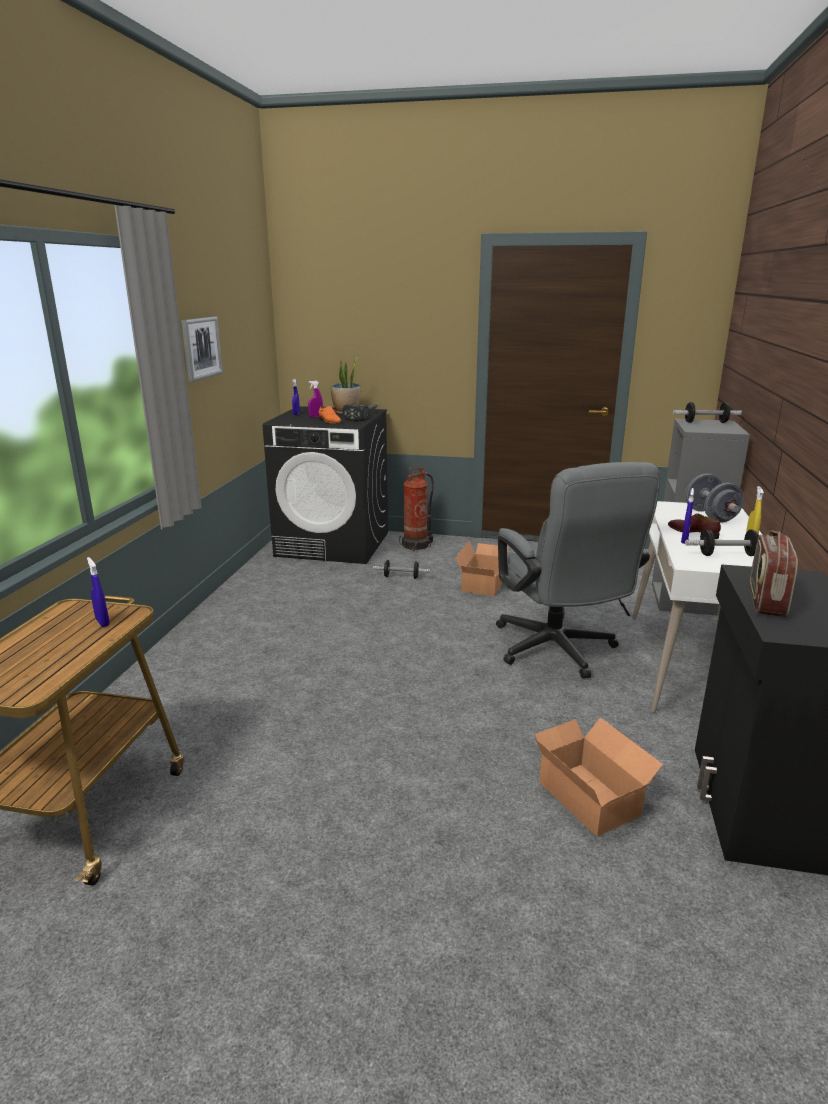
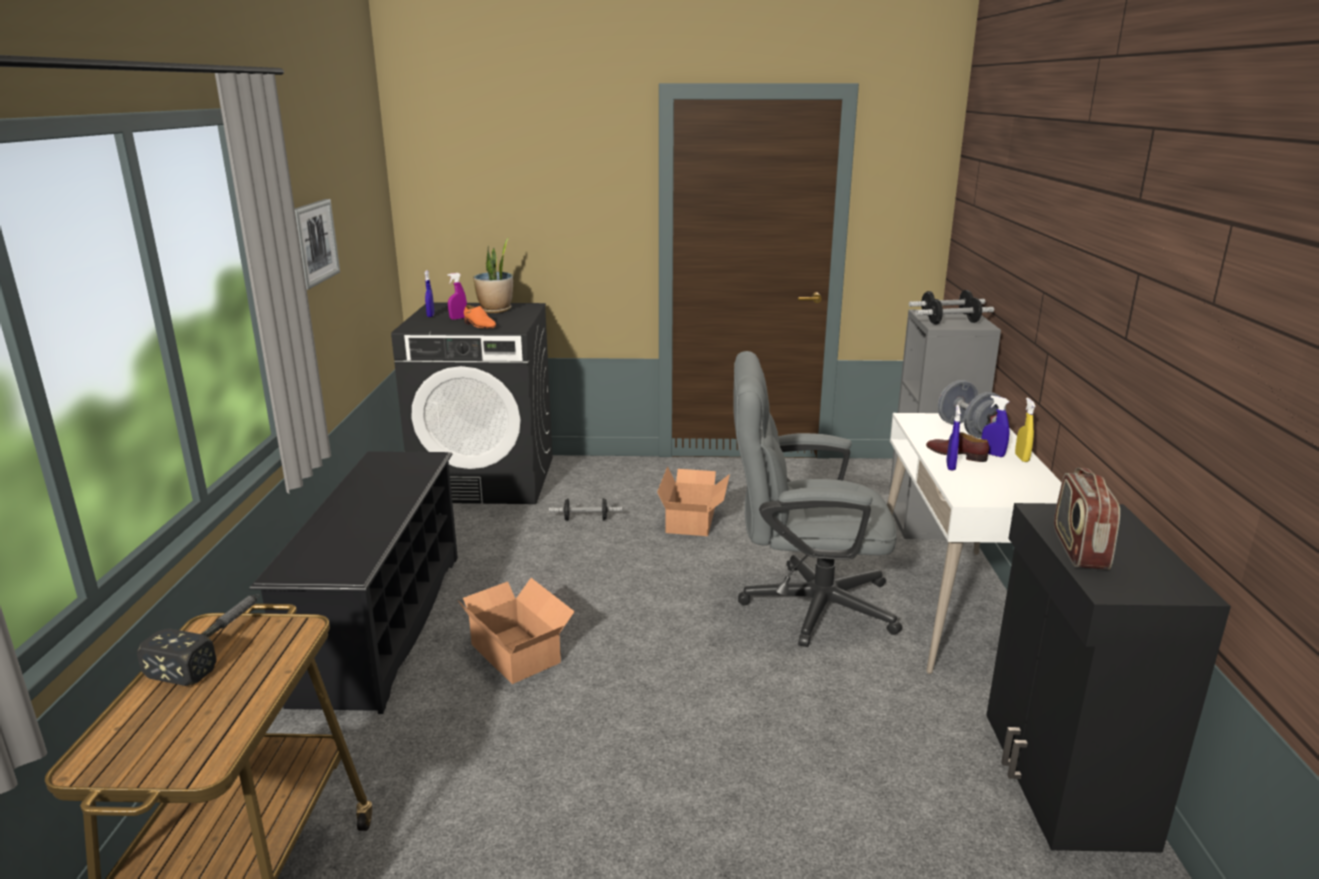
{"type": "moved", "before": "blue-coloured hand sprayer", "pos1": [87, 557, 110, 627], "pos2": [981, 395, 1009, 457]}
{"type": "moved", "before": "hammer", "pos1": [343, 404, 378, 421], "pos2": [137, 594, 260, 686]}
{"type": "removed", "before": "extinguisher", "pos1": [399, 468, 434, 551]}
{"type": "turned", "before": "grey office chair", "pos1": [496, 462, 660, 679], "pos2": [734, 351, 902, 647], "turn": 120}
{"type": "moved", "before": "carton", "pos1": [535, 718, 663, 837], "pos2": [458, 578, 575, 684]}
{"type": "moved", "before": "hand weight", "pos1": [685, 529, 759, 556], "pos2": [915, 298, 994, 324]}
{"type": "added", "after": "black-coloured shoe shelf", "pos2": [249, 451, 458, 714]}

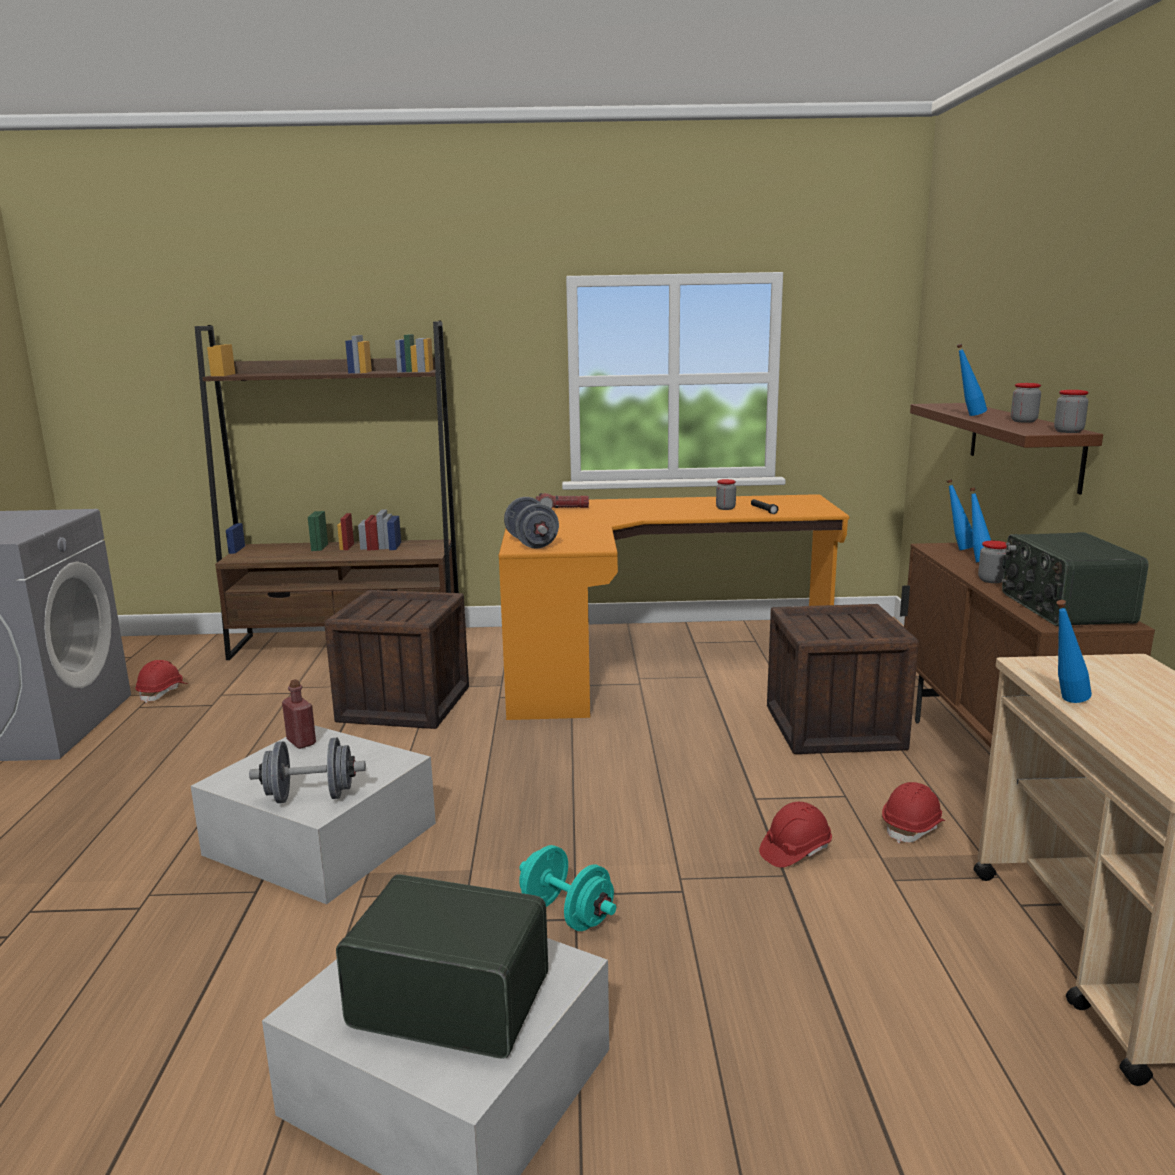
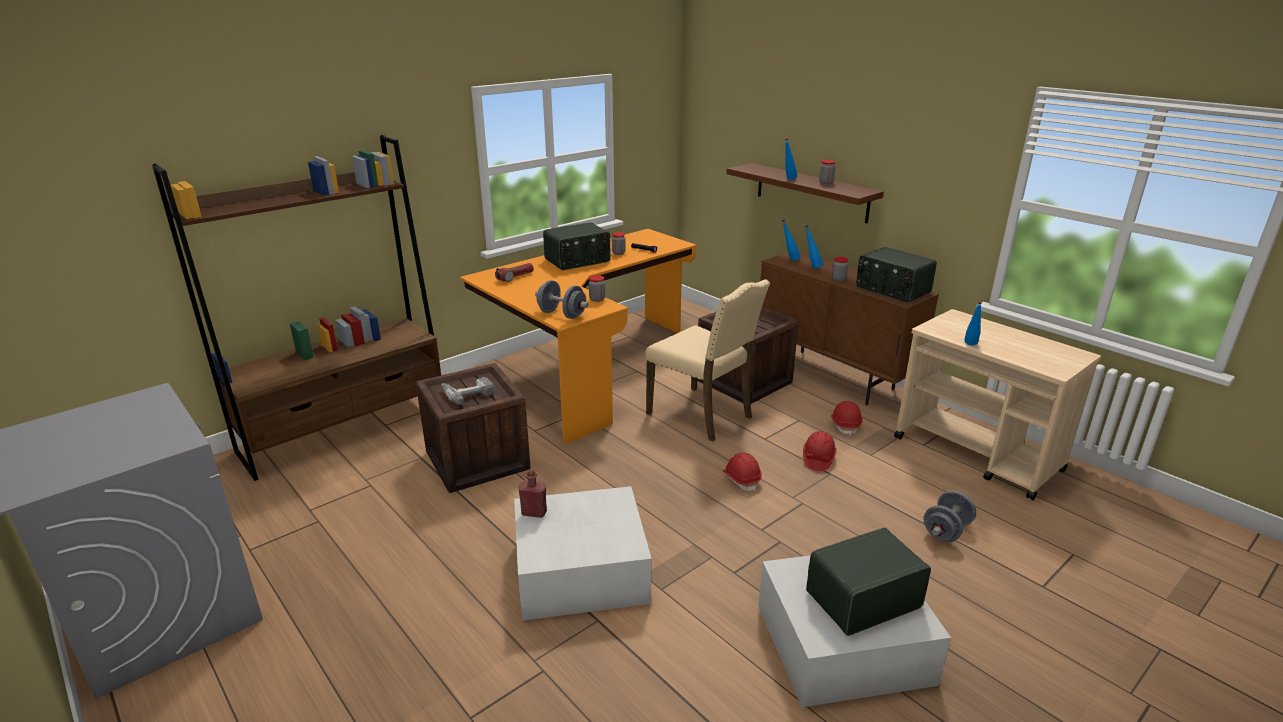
{"type": "moved", "before": "red-coloured hard hat", "pos1": [136, 660, 187, 703], "pos2": [723, 453, 762, 492]}
{"type": "moved", "before": "grey hand weight", "pos1": [249, 737, 366, 803], "pos2": [923, 490, 977, 542]}
{"type": "removed", "before": "turquoise-coloured hand weight", "pos1": [519, 845, 616, 931]}
{"type": "moved", "before": "preserve jar", "pos1": [1054, 390, 1089, 433], "pos2": [589, 275, 605, 302]}
{"type": "added", "after": "drill", "pos2": [441, 377, 494, 405]}
{"type": "added", "after": "radio set", "pos2": [543, 222, 611, 270]}
{"type": "added", "after": "beige-coloured chair", "pos2": [645, 279, 770, 442]}

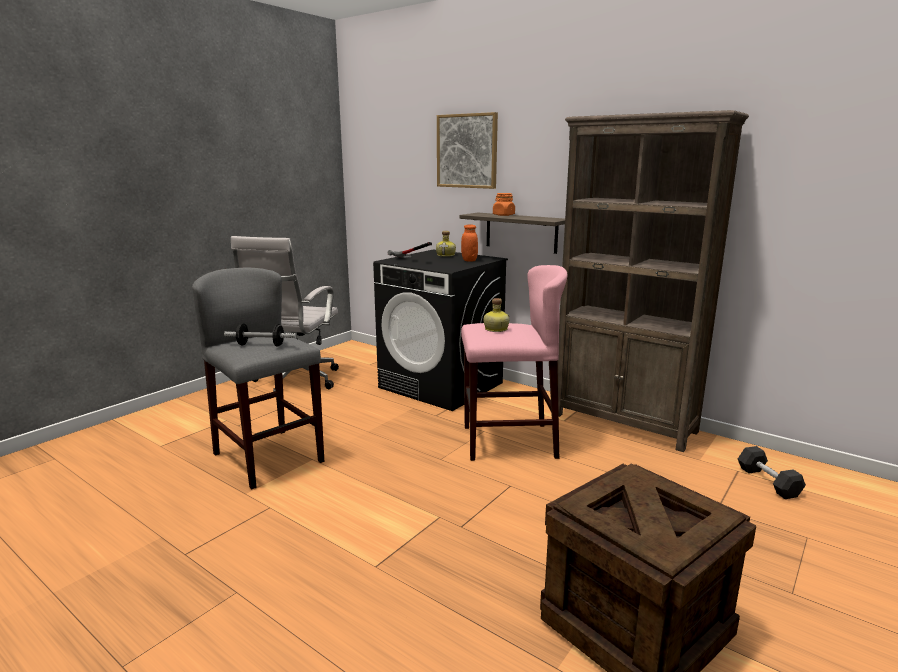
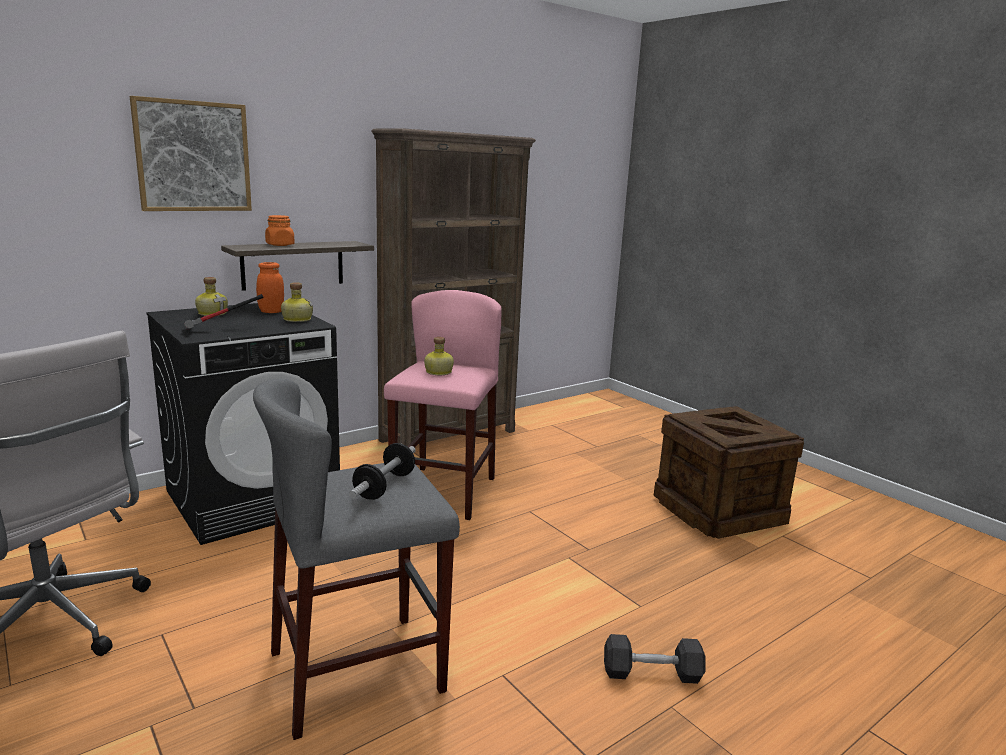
{"type": "moved", "before": "grey hand weight", "pos1": [738, 446, 806, 499], "pos2": [604, 634, 706, 684]}
{"type": "added", "after": "drink bottle", "pos2": [281, 282, 313, 322]}

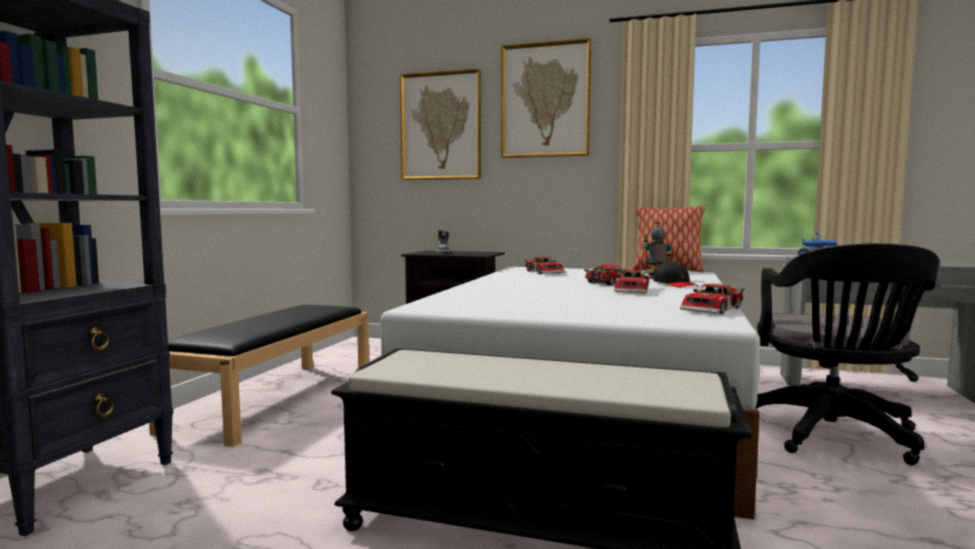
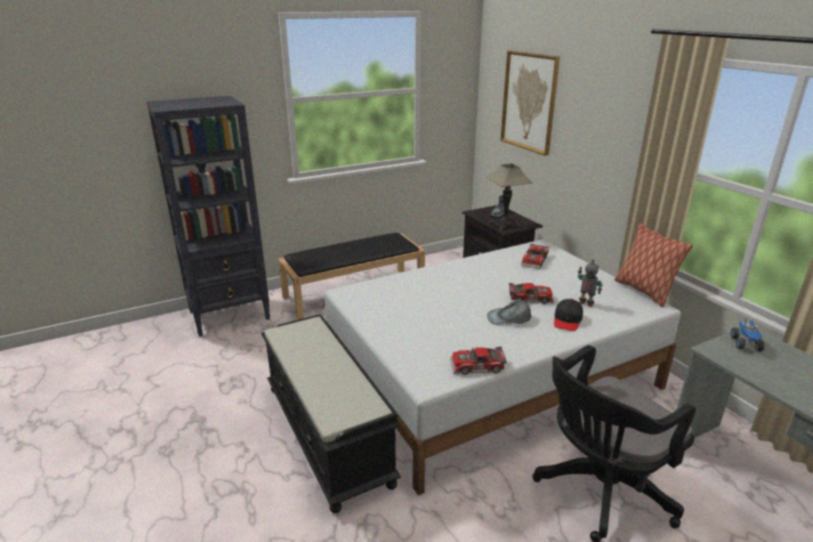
{"type": "removed", "before": "wall picture", "pos1": [501, 38, 591, 158]}
{"type": "replaced", "before": "toy car", "after": "grey cap", "pos1": [614, 270, 649, 293], "pos2": [487, 299, 532, 325]}
{"type": "added", "after": "table lamp", "pos2": [486, 164, 532, 230]}

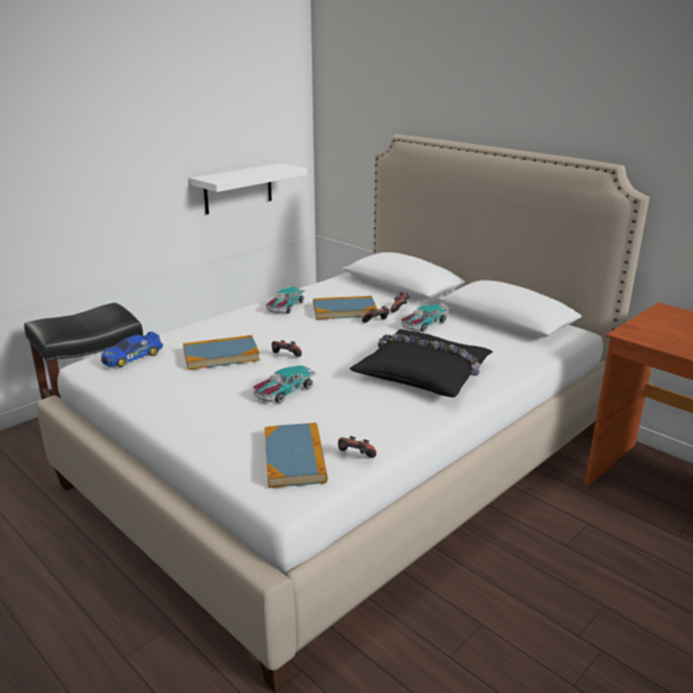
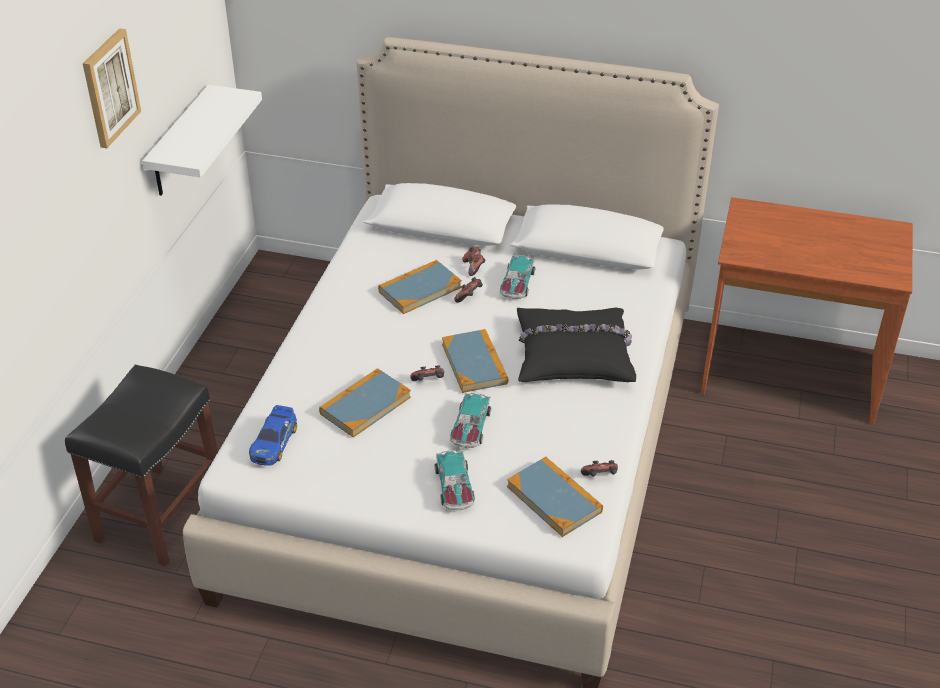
{"type": "moved", "before": "toy car", "pos1": [266, 287, 305, 314], "pos2": [434, 450, 475, 510]}
{"type": "added", "after": "wall picture", "pos2": [83, 28, 141, 148]}
{"type": "added", "after": "volume", "pos2": [442, 329, 508, 393]}

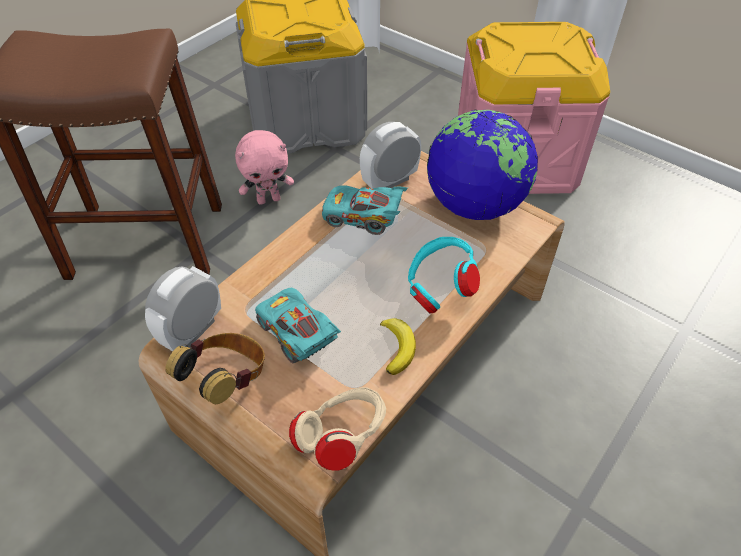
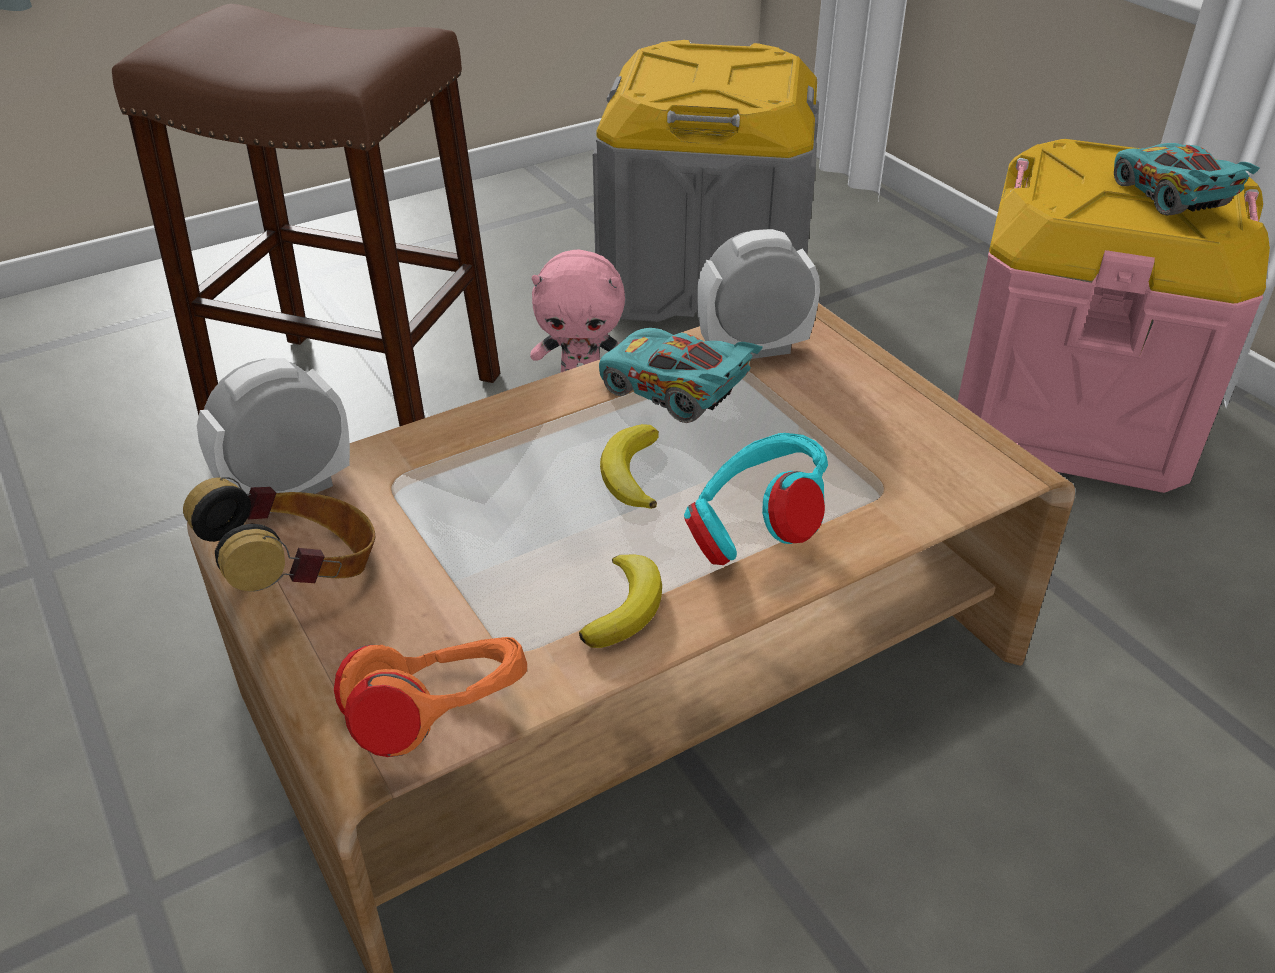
{"type": "moved", "before": "turquoise-coloured toy car", "pos1": [255, 288, 341, 363], "pos2": [1114, 143, 1260, 216]}
{"type": "recoloured", "before": "beige-coloured pair of headphones", "after": "orange-coloured pair of headphones", "pos1": [289, 387, 386, 471], "pos2": [334, 637, 527, 757]}
{"type": "removed", "before": "desk globe", "pos1": [427, 110, 538, 220]}
{"type": "added", "after": "banana fruit", "pos2": [600, 424, 659, 509]}

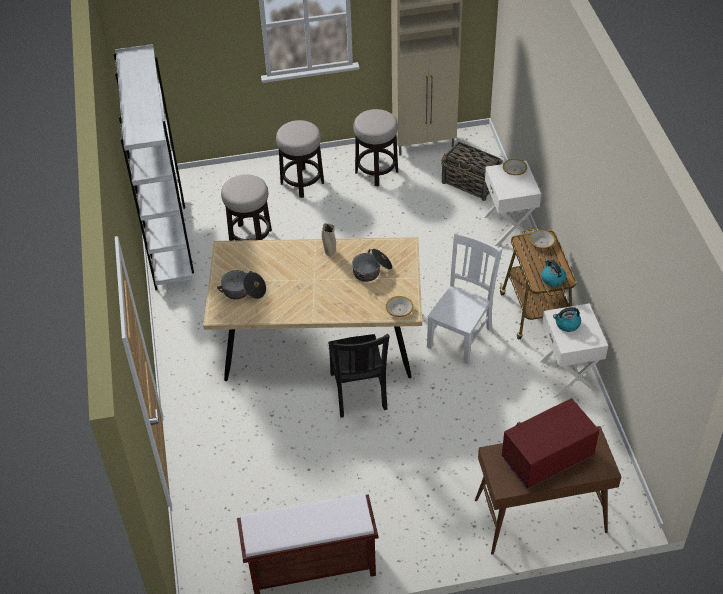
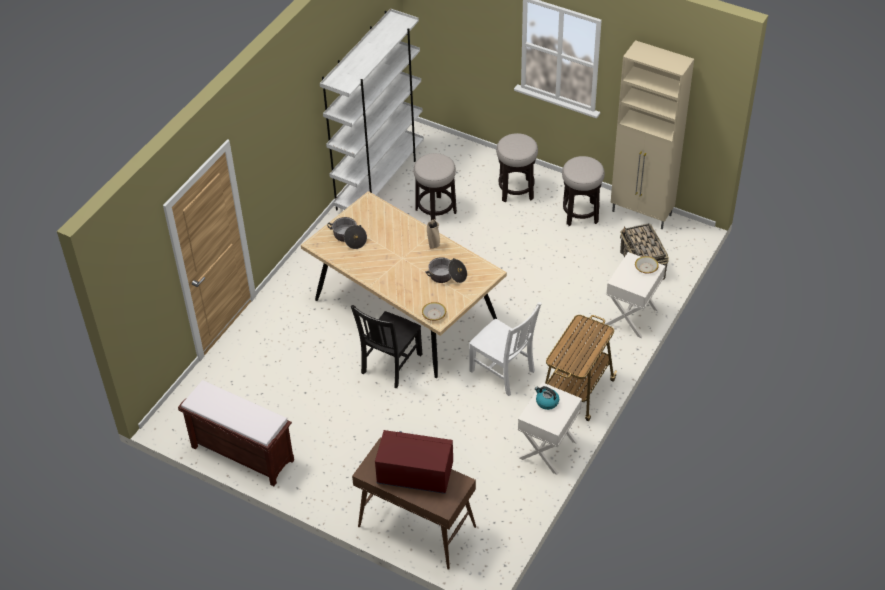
{"type": "turned", "before": "white chair", "pos1": [427, 231, 503, 364], "pos2": [469, 302, 542, 396], "turn": 60}
{"type": "removed", "before": "bowl", "pos1": [529, 230, 555, 249]}
{"type": "removed", "before": "kettle", "pos1": [541, 259, 566, 287]}

